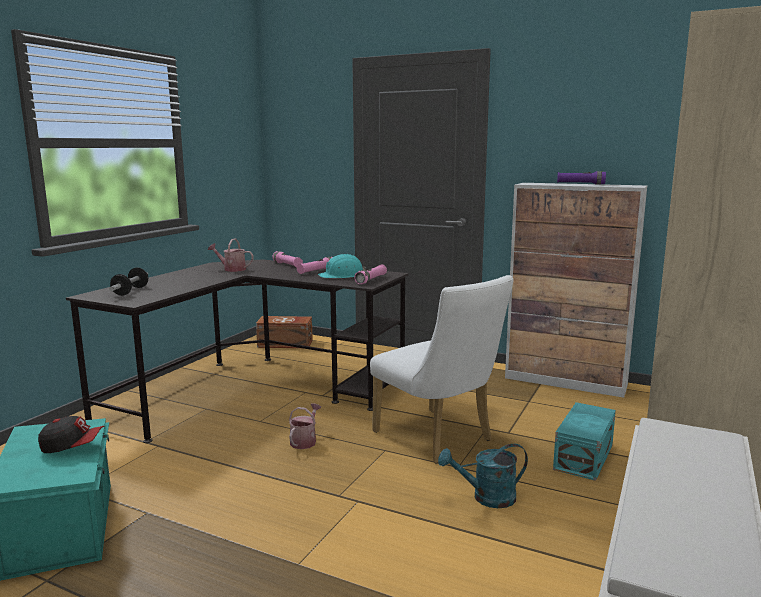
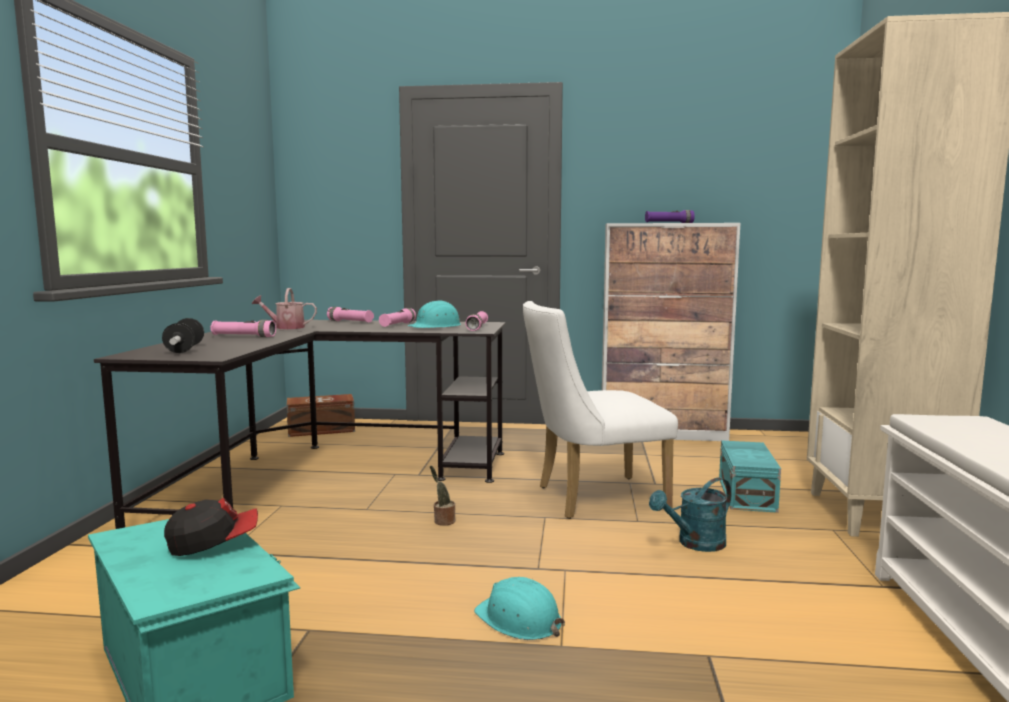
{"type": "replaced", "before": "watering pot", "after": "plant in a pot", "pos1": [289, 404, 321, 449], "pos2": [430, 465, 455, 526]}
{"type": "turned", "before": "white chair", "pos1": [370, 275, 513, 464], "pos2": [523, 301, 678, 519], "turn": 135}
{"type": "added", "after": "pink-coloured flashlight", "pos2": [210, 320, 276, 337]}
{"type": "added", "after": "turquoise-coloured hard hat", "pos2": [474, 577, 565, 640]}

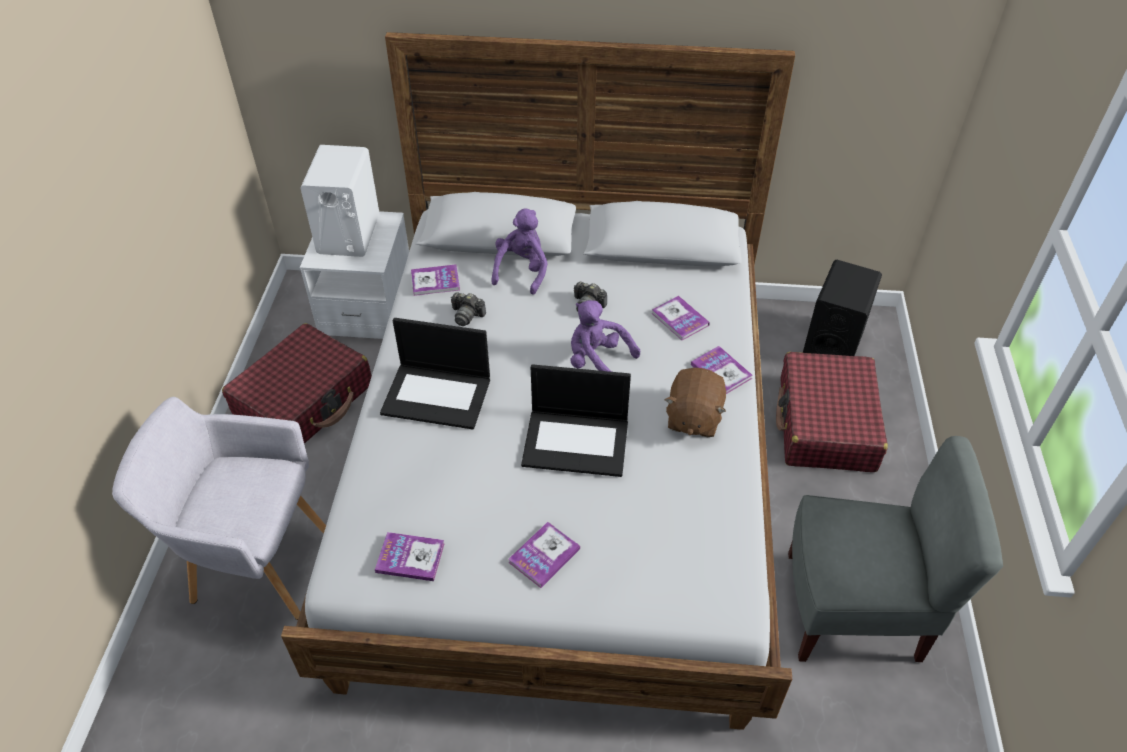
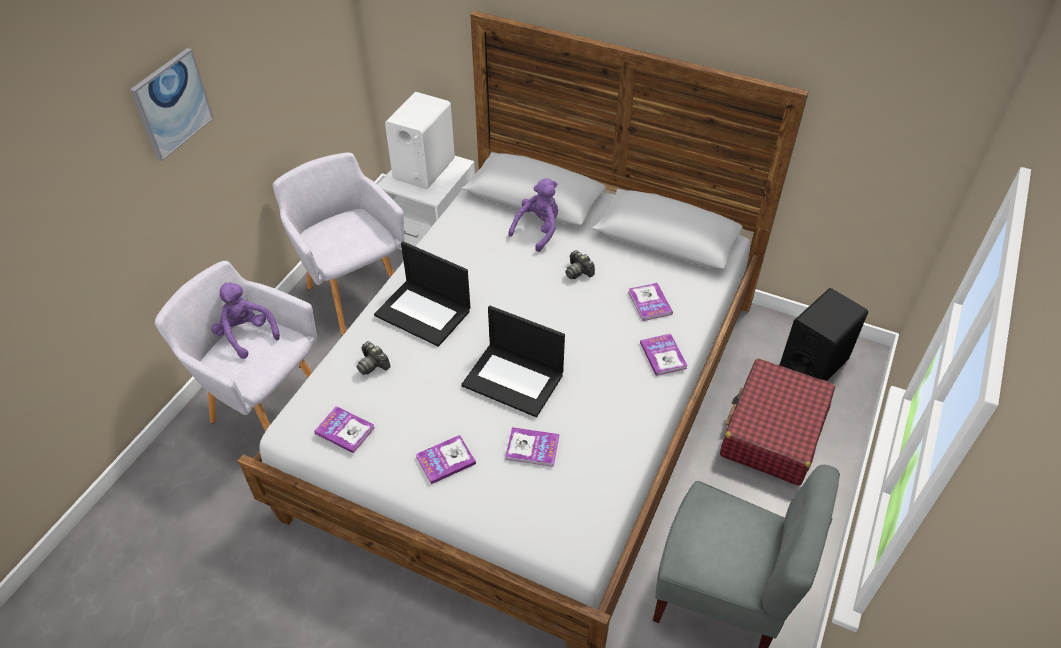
{"type": "replaced", "before": "red-coloured travel case", "after": "grey easy chair", "pos1": [222, 323, 372, 444], "pos2": [273, 152, 405, 336]}
{"type": "moved", "before": "volume", "pos1": [411, 264, 460, 296], "pos2": [505, 427, 559, 467]}
{"type": "moved", "before": "still camera", "pos1": [451, 292, 486, 326], "pos2": [356, 341, 391, 375]}
{"type": "moved", "before": "purple soft toy", "pos1": [570, 300, 640, 372], "pos2": [211, 282, 280, 359]}
{"type": "removed", "before": "brown-coloured soft toy", "pos1": [665, 368, 726, 437]}
{"type": "added", "after": "wall picture", "pos2": [130, 48, 214, 161]}

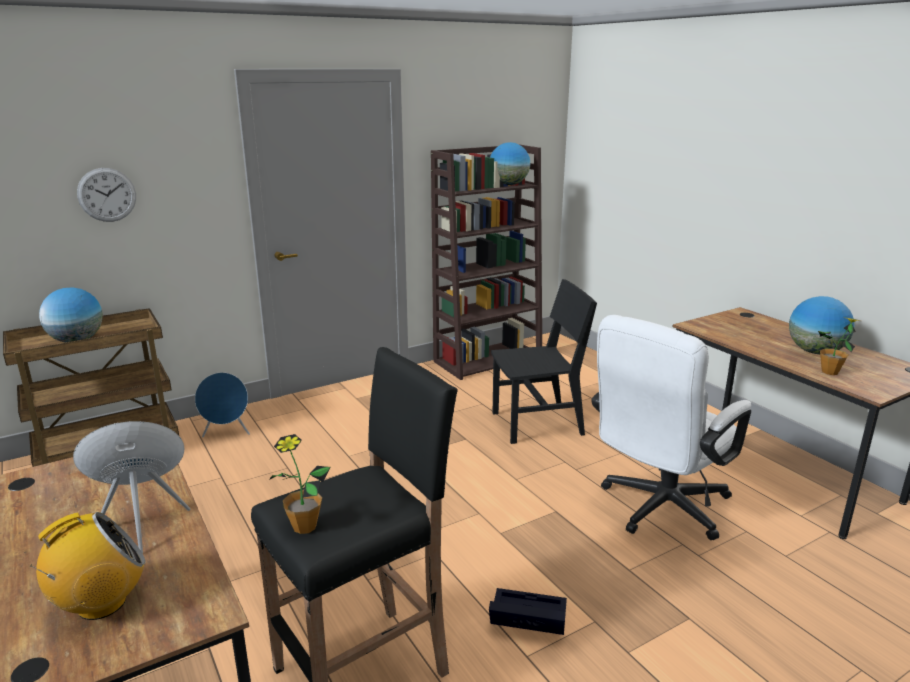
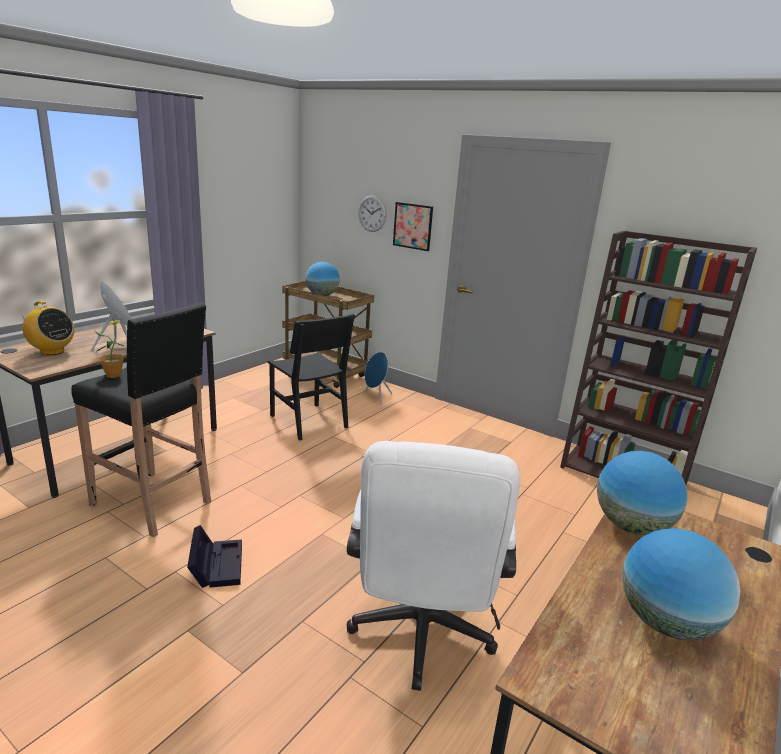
{"type": "moved", "before": "desk globe", "pos1": [490, 142, 530, 185], "pos2": [597, 451, 687, 535]}
{"type": "moved", "before": "black-coloured chair", "pos1": [491, 279, 597, 444], "pos2": [267, 314, 355, 441]}
{"type": "turned", "before": "white office chair", "pos1": [591, 315, 751, 540], "pos2": [347, 441, 521, 691], "turn": -105}
{"type": "removed", "before": "plant in a pot", "pos1": [818, 317, 861, 375]}
{"type": "added", "after": "wall picture", "pos2": [393, 202, 433, 251]}

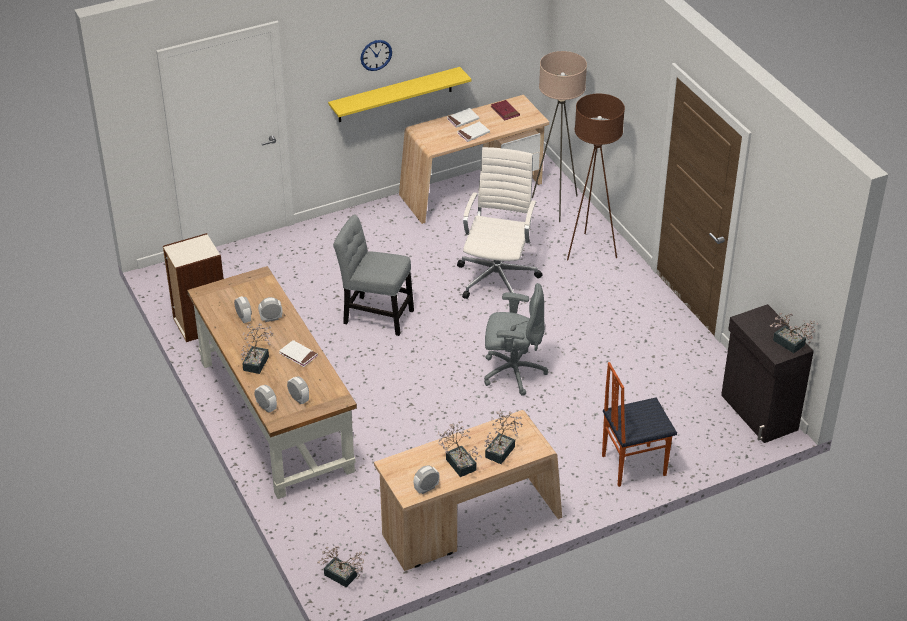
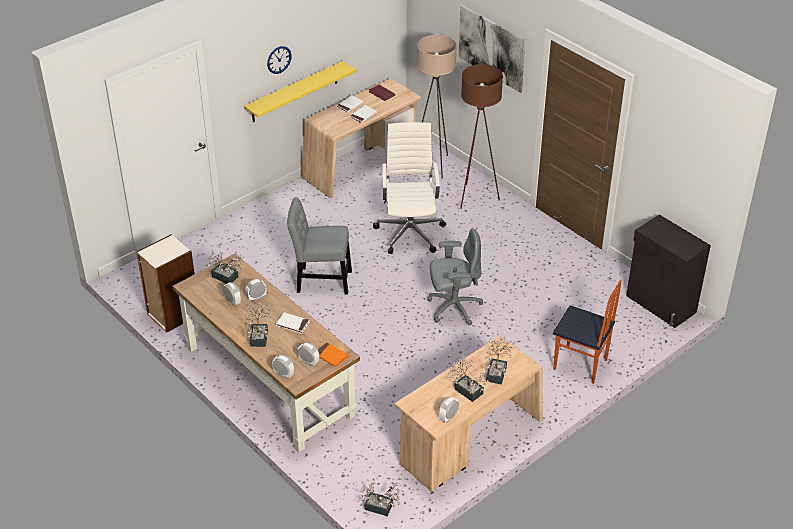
{"type": "turned", "before": "chair", "pos1": [602, 362, 677, 487], "pos2": [553, 280, 622, 384], "turn": -120}
{"type": "moved", "before": "plant in a pot", "pos1": [770, 313, 818, 353], "pos2": [206, 252, 244, 284]}
{"type": "added", "after": "orange-coloured volume", "pos2": [318, 342, 349, 367]}
{"type": "added", "after": "wall picture", "pos2": [458, 5, 526, 93]}

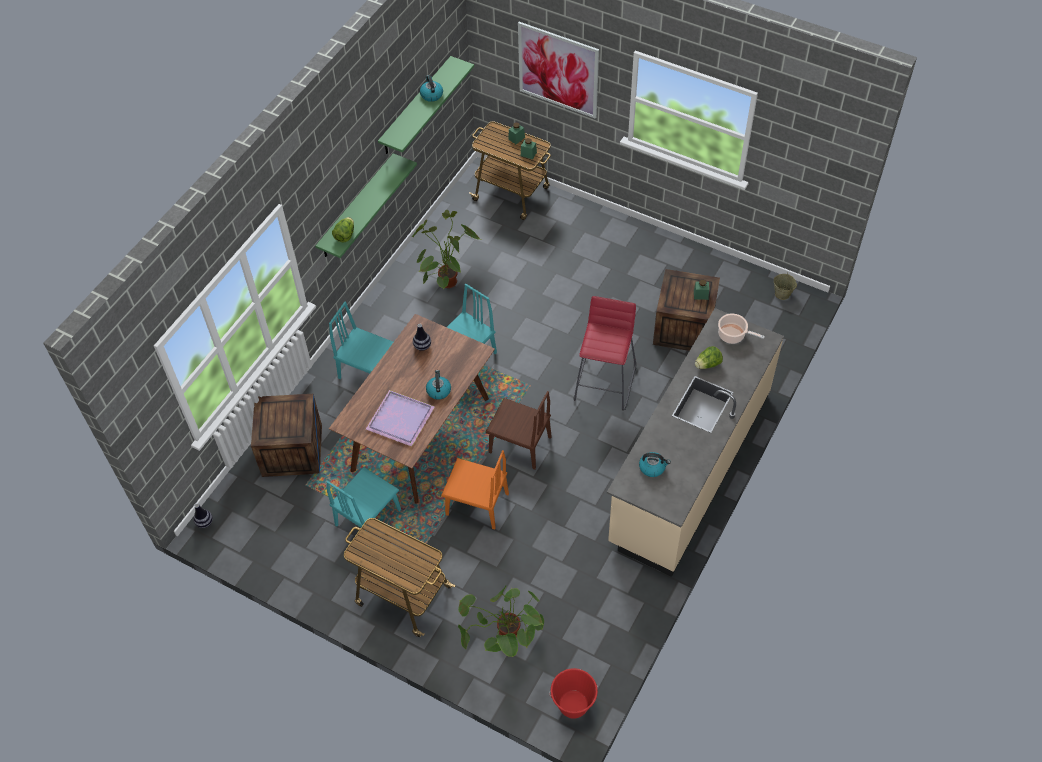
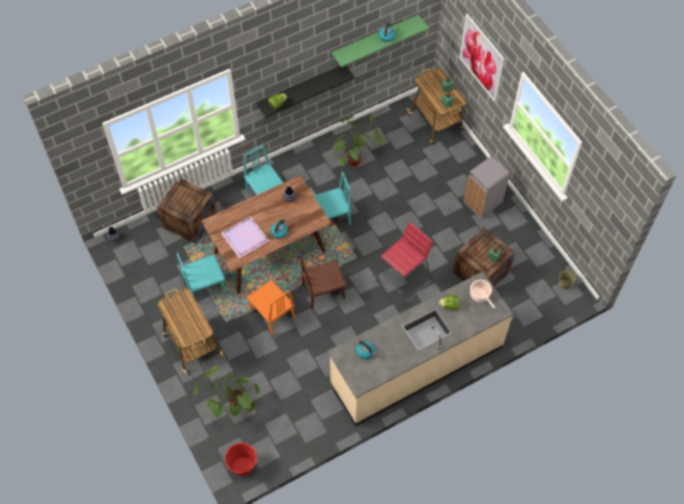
{"type": "recoloured", "before": "green-coloured bracket shelf", "after": "black-coloured bracket shelf", "pos1": [315, 153, 417, 258], "pos2": [256, 66, 355, 117]}
{"type": "turned", "before": "brown-coloured chair", "pos1": [486, 391, 552, 470], "pos2": [301, 257, 346, 309], "turn": 105}
{"type": "added", "after": "grey waste bin", "pos2": [463, 156, 510, 218]}

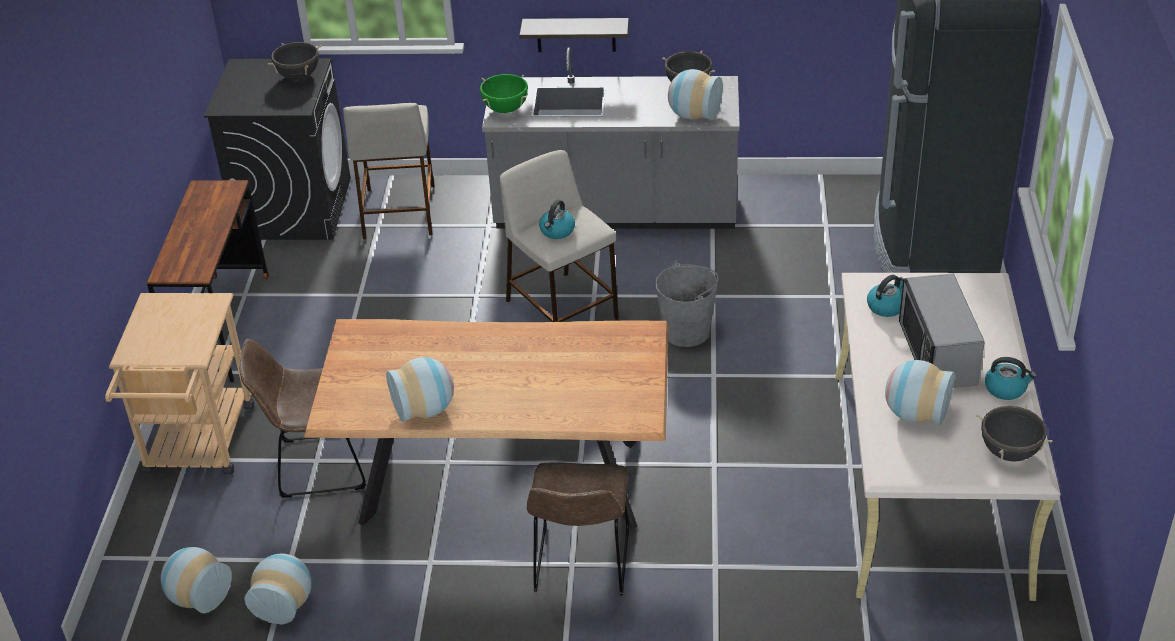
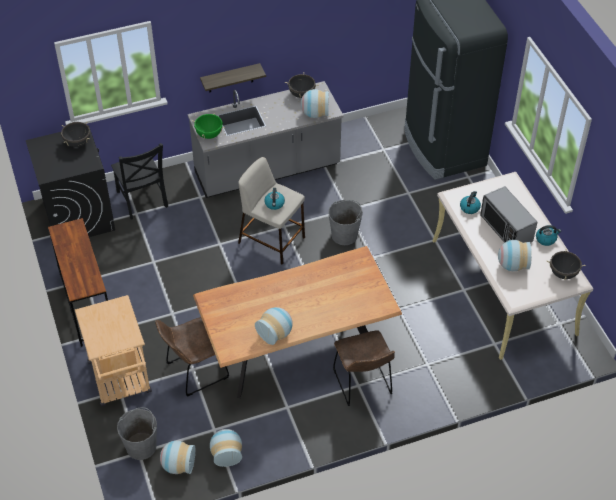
{"type": "replaced", "before": "beige-coloured sitting stool", "after": "black-coloured chair", "pos1": [343, 103, 434, 239], "pos2": [111, 143, 168, 220]}
{"type": "added", "after": "grey water bucket", "pos2": [117, 407, 157, 460]}

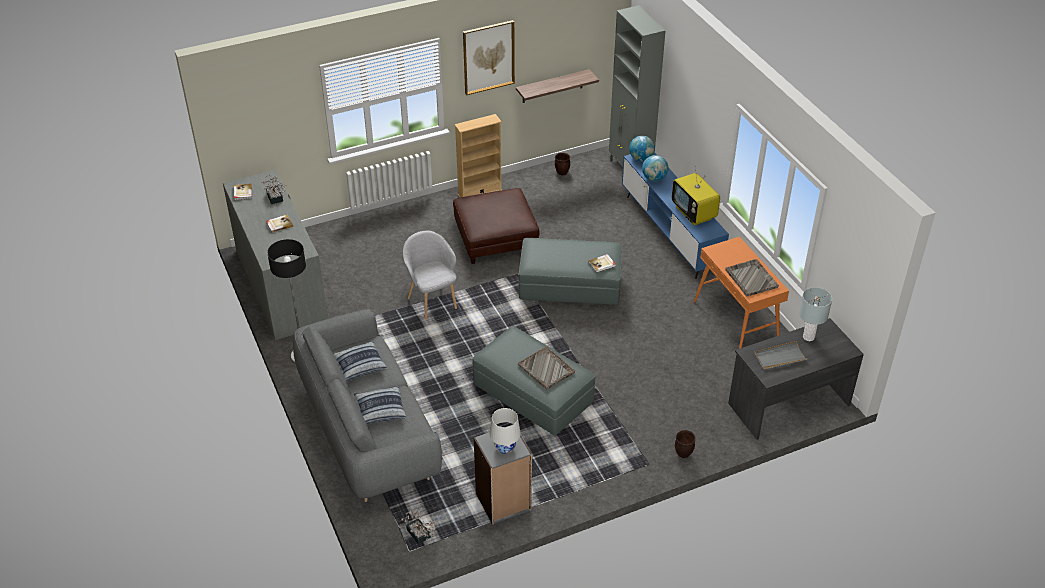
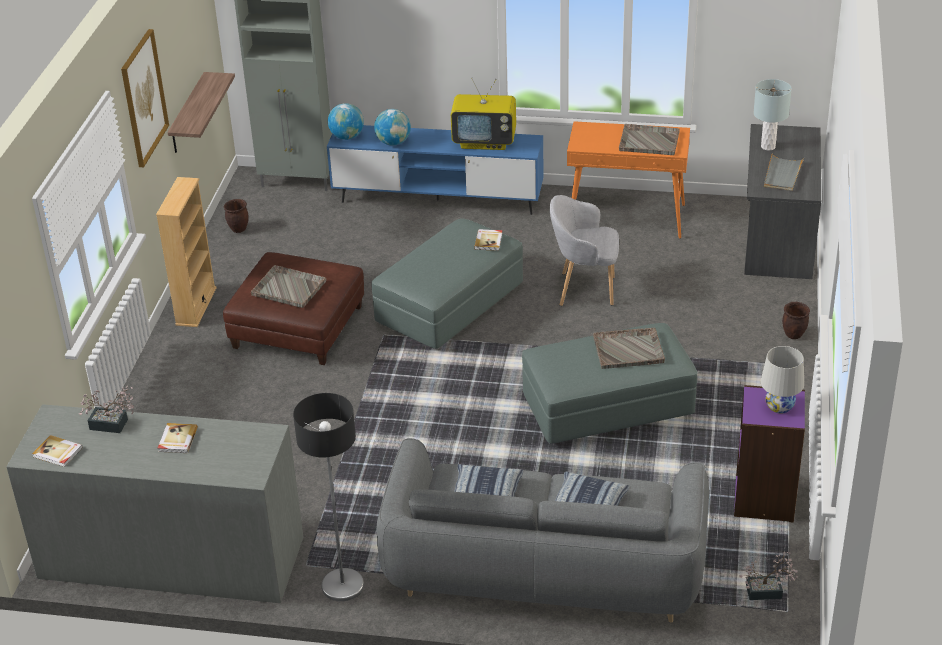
{"type": "moved", "before": "grey easy chair", "pos1": [403, 231, 457, 320], "pos2": [550, 195, 619, 306]}
{"type": "recoloured", "before": "grey bookcase", "after": "purple bookcase", "pos1": [474, 425, 532, 525], "pos2": [734, 385, 805, 523]}
{"type": "added", "after": "grey tray", "pos2": [251, 265, 326, 308]}

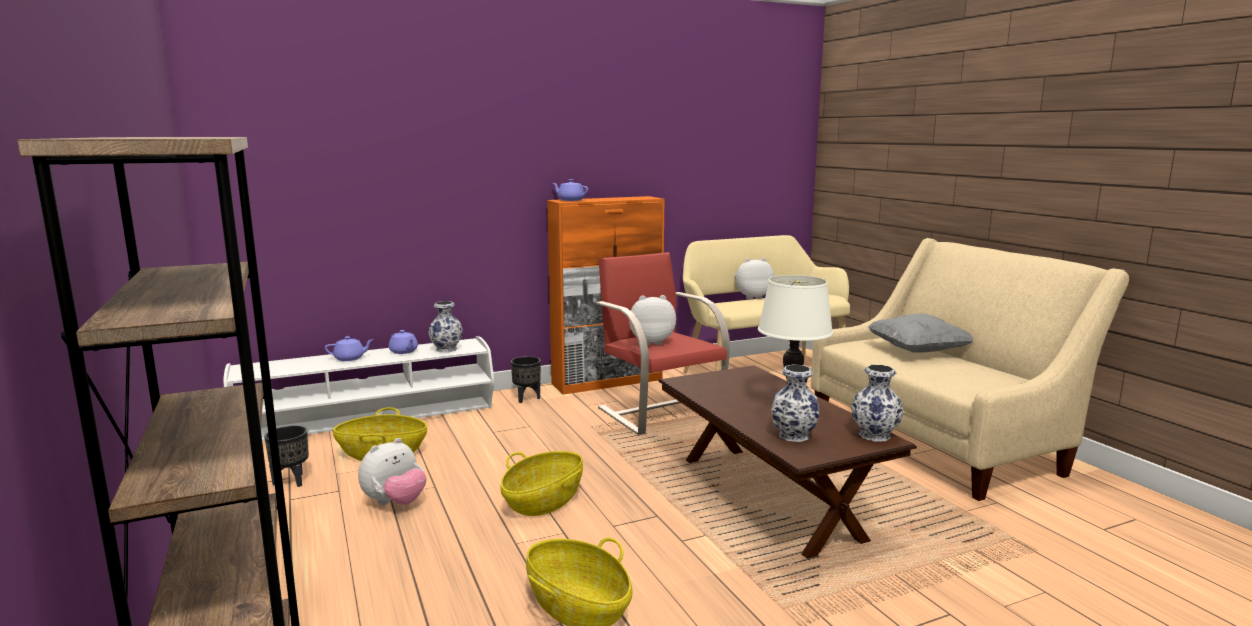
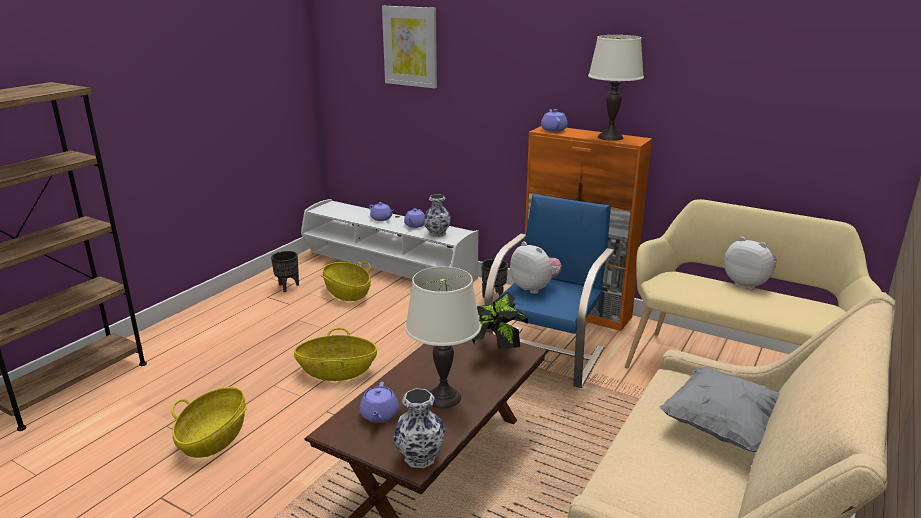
{"type": "removed", "before": "soft toy", "pos1": [358, 438, 426, 505]}
{"type": "recoloured", "before": "red-coloured easy chair", "after": "blue-coloured easy chair", "pos1": [596, 252, 730, 435], "pos2": [484, 194, 614, 388]}
{"type": "replaced", "before": "vase", "after": "purple teapot", "pos1": [771, 365, 819, 442], "pos2": [360, 382, 399, 423]}
{"type": "added", "after": "wall picture", "pos2": [382, 6, 437, 88]}
{"type": "added", "after": "plant in a pot", "pos2": [472, 292, 528, 350]}
{"type": "added", "after": "white table lamp", "pos2": [588, 35, 644, 141]}

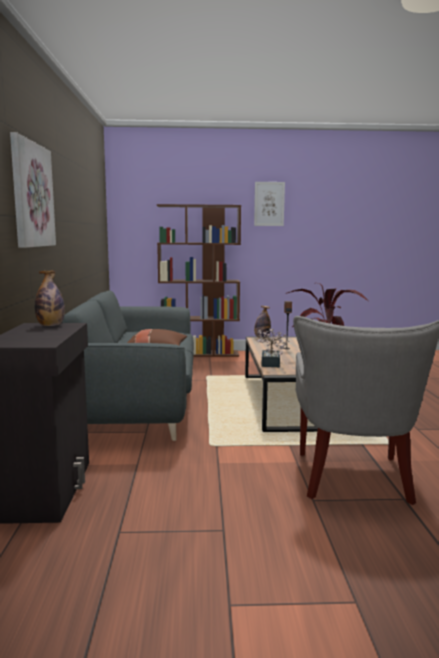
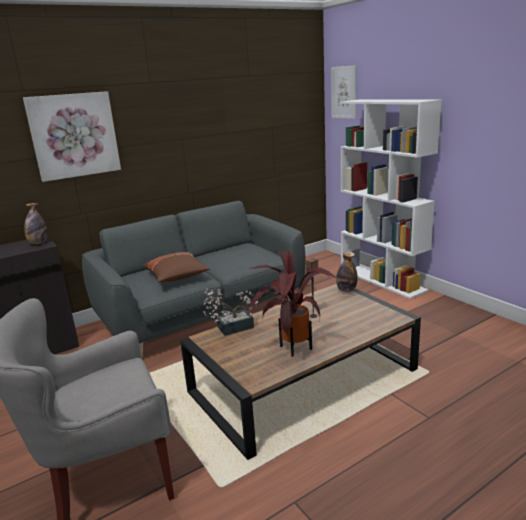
{"type": "recoloured", "before": "brown-coloured bookcase", "after": "white bookcase", "pos1": [157, 204, 241, 357], "pos2": [340, 99, 442, 299]}
{"type": "moved", "before": "wall picture", "pos1": [254, 182, 285, 226], "pos2": [331, 65, 356, 119]}

